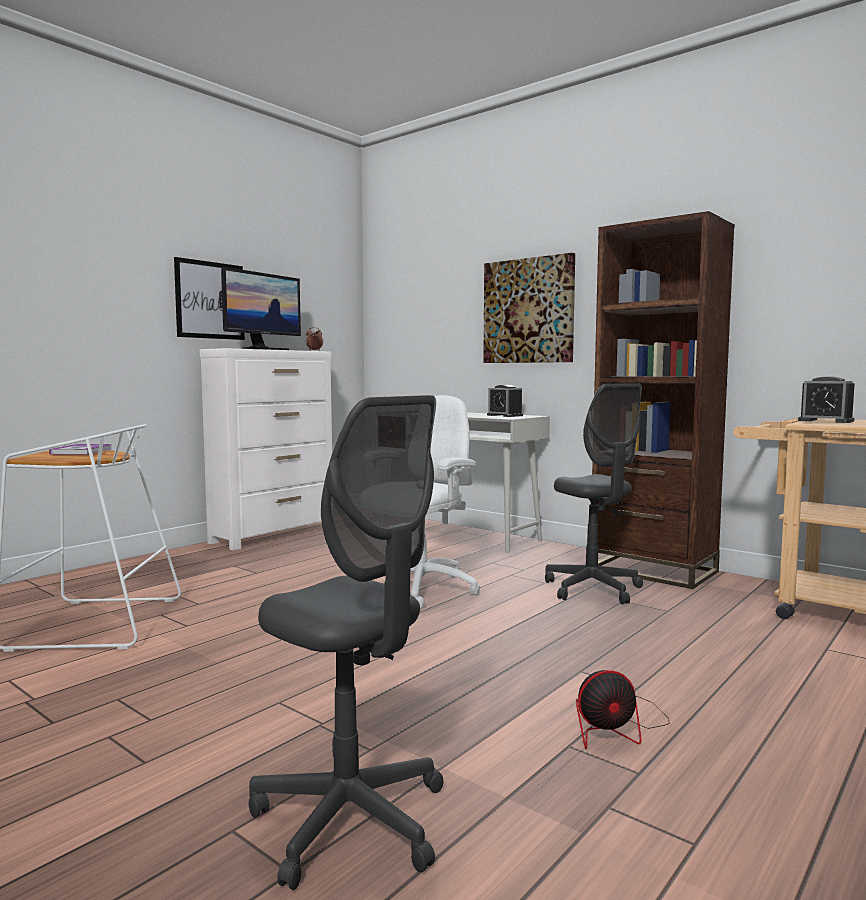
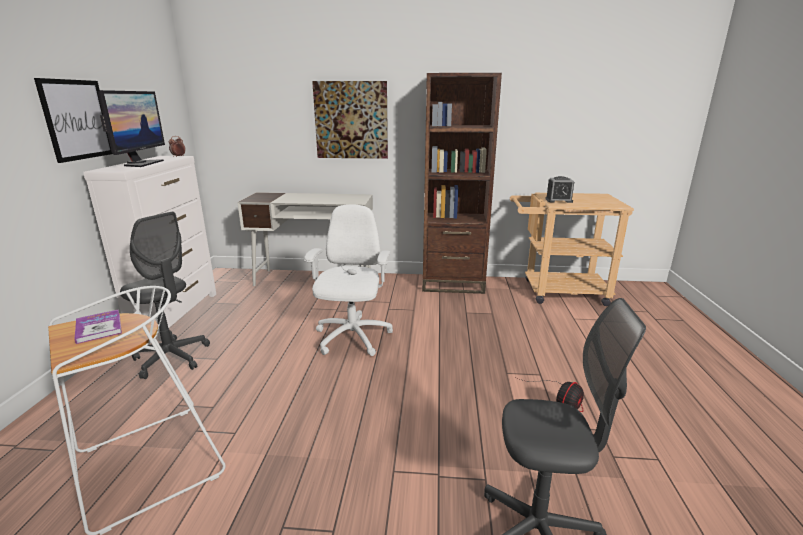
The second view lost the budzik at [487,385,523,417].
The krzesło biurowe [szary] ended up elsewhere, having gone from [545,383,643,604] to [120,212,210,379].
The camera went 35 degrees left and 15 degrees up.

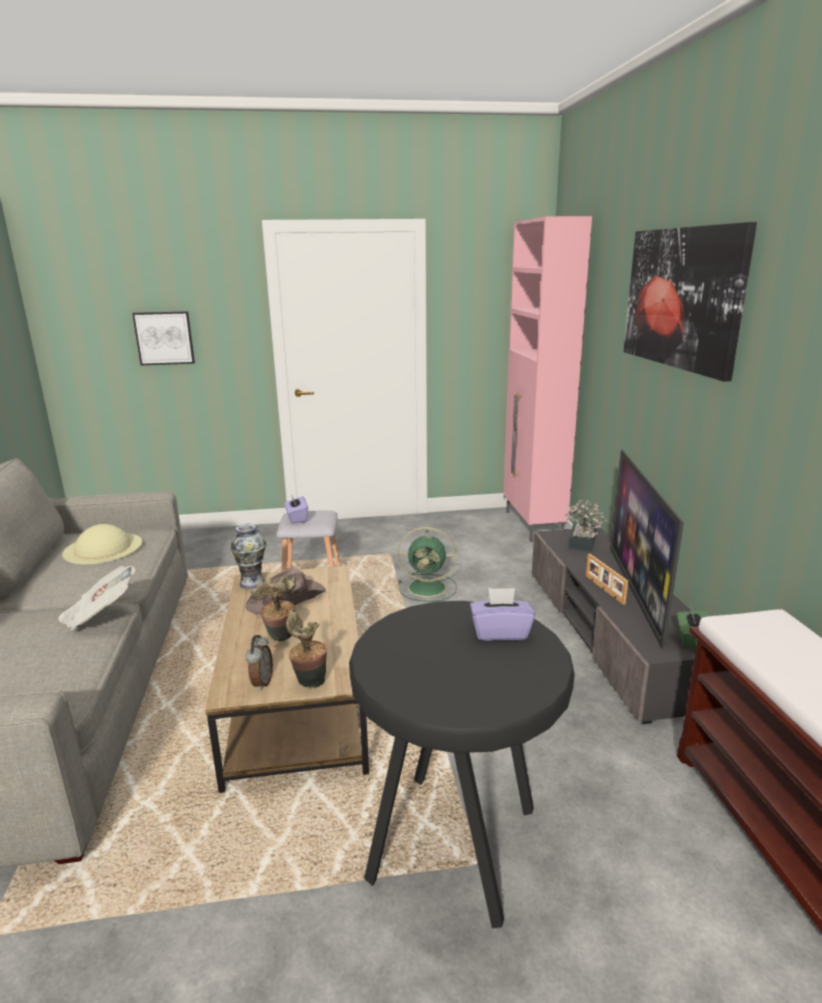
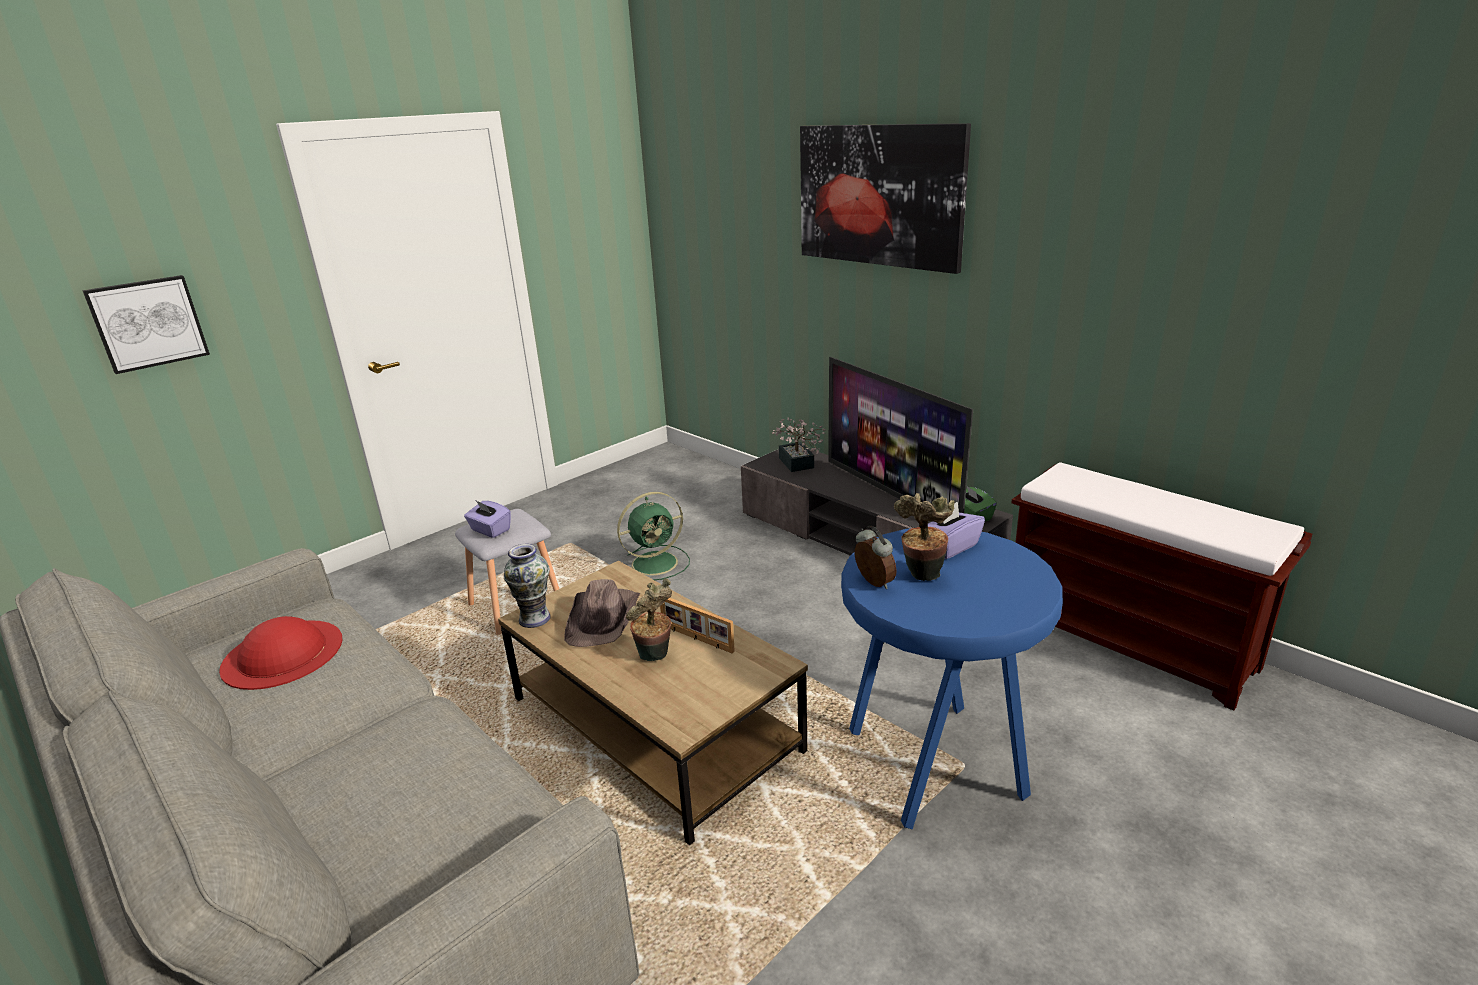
The second view lost the gazeta at [58,566,136,630].
The second view lost the szafka [różowy] at [503,216,592,542].
The budzik ended up elsewhere, having gone from [245,635,273,691] to [854,526,897,589].
The roślina doniczkowa ended up elsewhere, having gone from [286,610,327,688] to [894,493,955,581].
The ramka na zdjęcie ended up elsewhere, having gone from [586,554,628,605] to [660,598,735,653].
What was the kapelusz [beżowy] at [62,524,142,564] turned into the kapelusz [czerwony] at [219,616,342,690].
What was the stołek [czarny] at [349,601,575,928] turned into the stołek [niebieski] at [841,528,1063,829].
The camera went 35 degrees left and 5 degrees up.

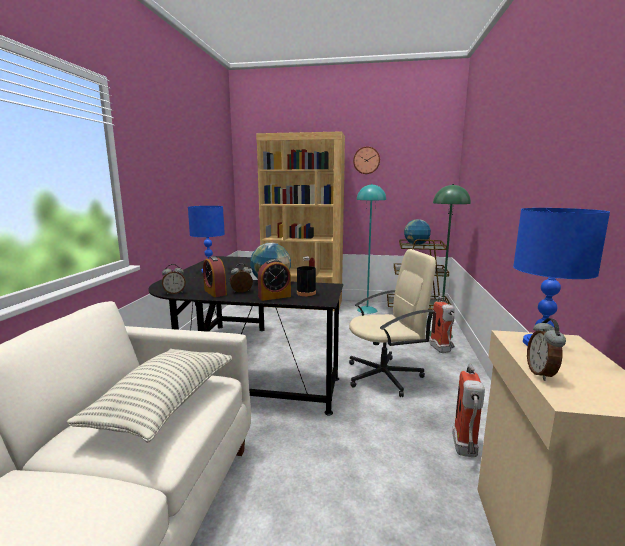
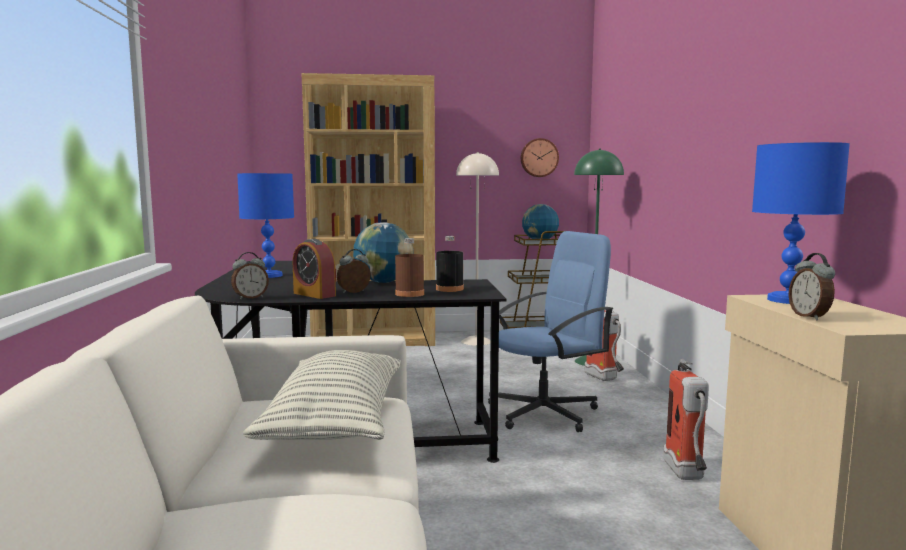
The zegar ścienny ended up elsewhere, having gone from [353,146,380,174] to [521,138,559,177].
Where the budzik stood at [258,259,291,301], the butelka [brązowy] came to stand at [395,238,424,297].
What was the krzesło biurowe [beżowy] at [349,249,436,397] turned into the krzesło biurowe [niebieski] at [488,231,614,432].
What was the lampa stojąca [turkusowy] at [357,184,386,314] turned into the lampa stojąca [beżowy] at [456,152,499,346].
The camera went 15 degrees left and 5 degrees down.

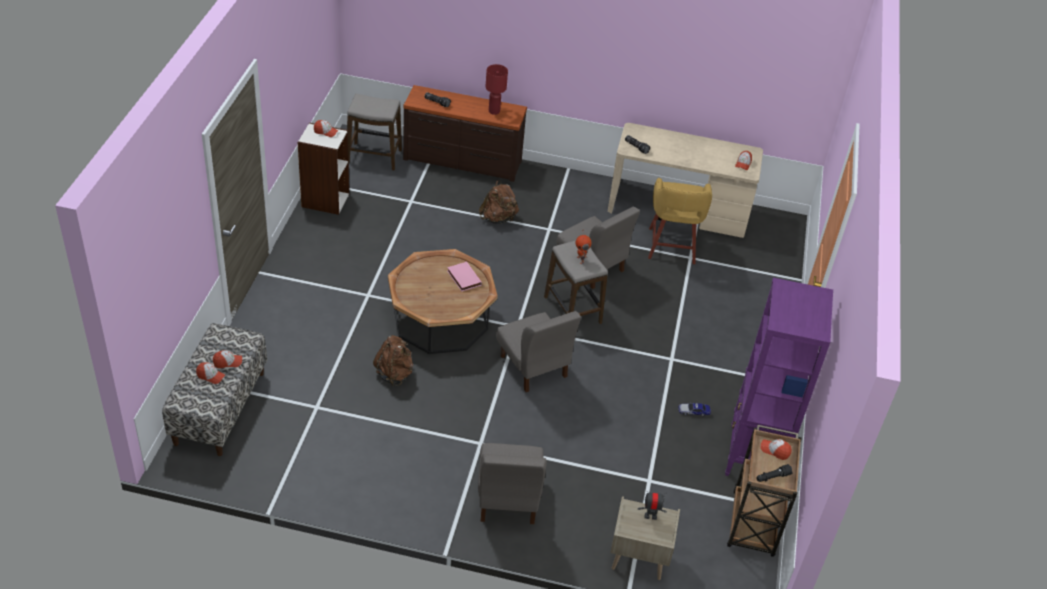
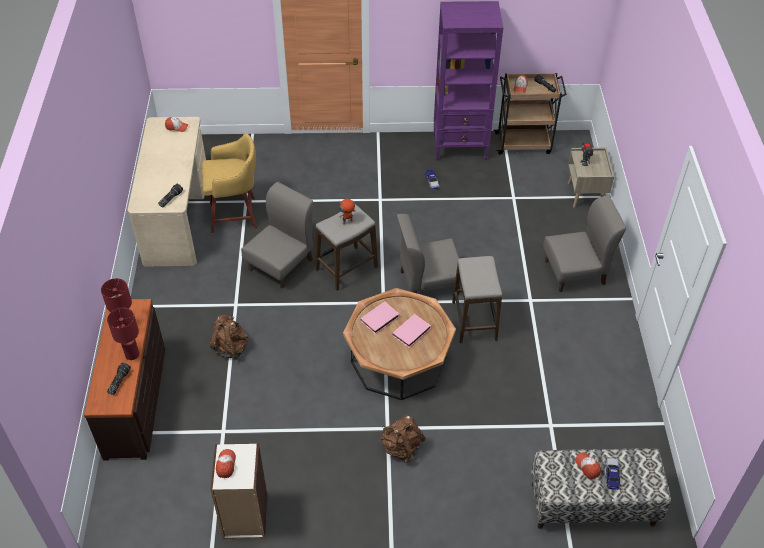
The second view gained the lampa stołowa [czerwony] at [107,308,139,360].
The second view gained the książka [różowy] at [392,314,431,348].
The stołek ended up elsewhere, having gone from [347,94,402,170] to [452,256,502,343].
The plecak [brązowy] ended up elsewhere, having gone from [373,335,413,386] to [379,415,426,463].
Where the czapka z daszkiem stood at [196,362,225,384], the samochodzik came to stand at [606,458,620,490].
The krzesło [szary] at [496,311,581,392] ended up facing another way, 150 degrees counterclockwise from before.
The camera went 100 degrees left and 5 degrees up.

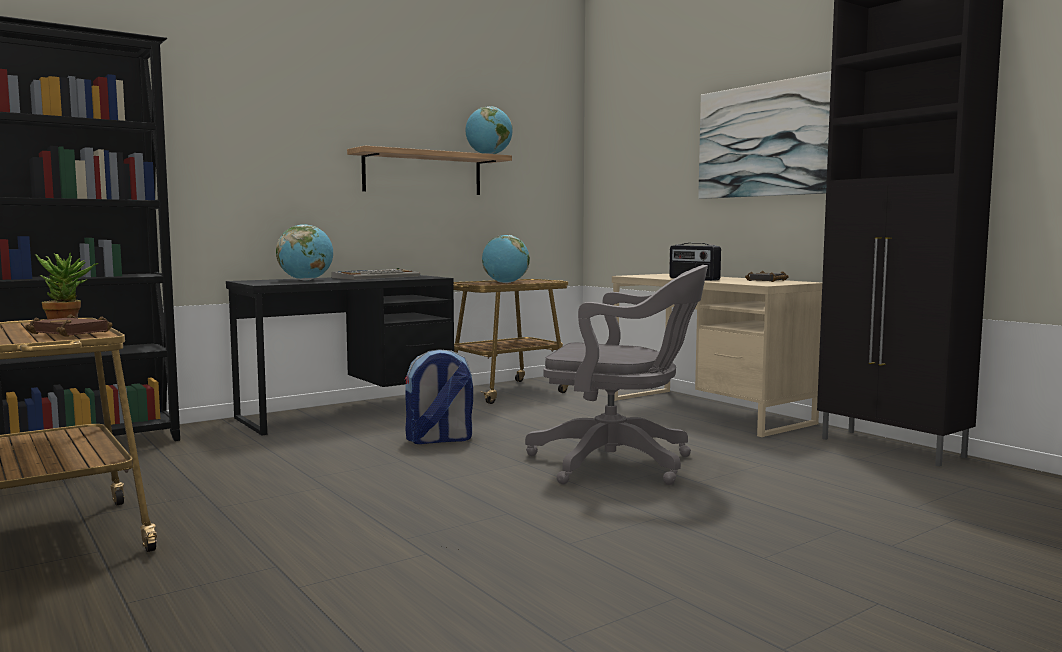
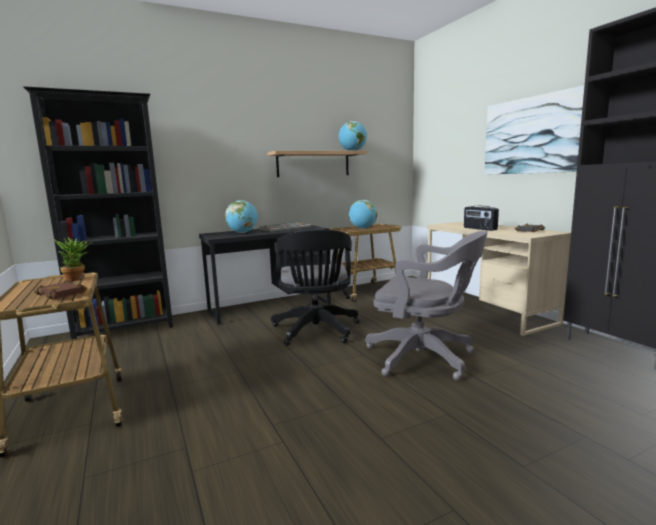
Where the plecak stood at [404,349,473,444], the krzesło biurowe [czarny] came to stand at [271,230,360,346].
The camera went 10 degrees right and 5 degrees up.

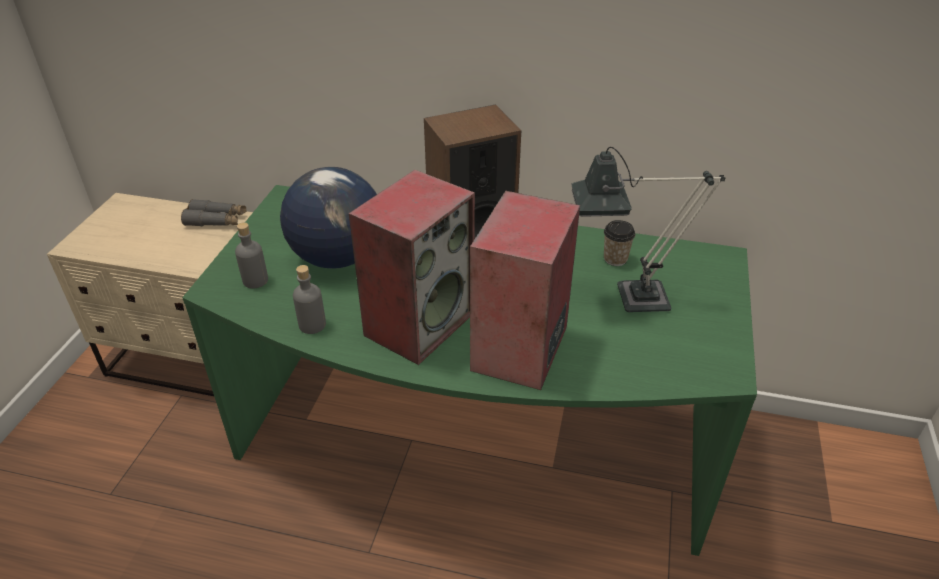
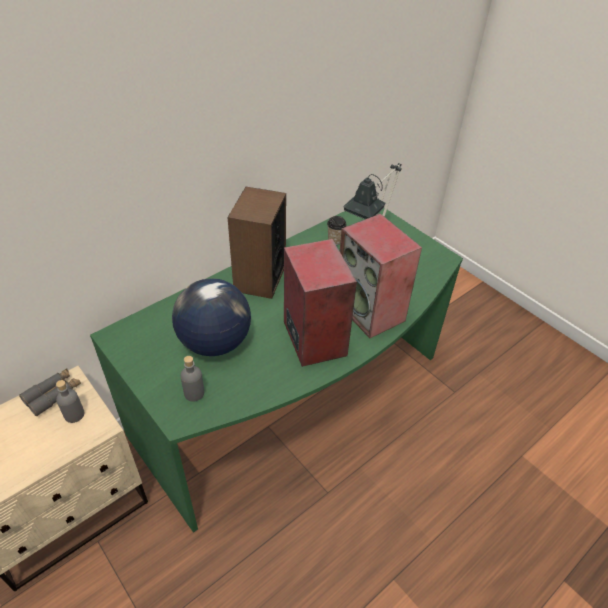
The butelka [szary] ended up elsewhere, having gone from [293,265,326,334] to [56,380,84,423].
The camera went 55 degrees left and 5 degrees up.

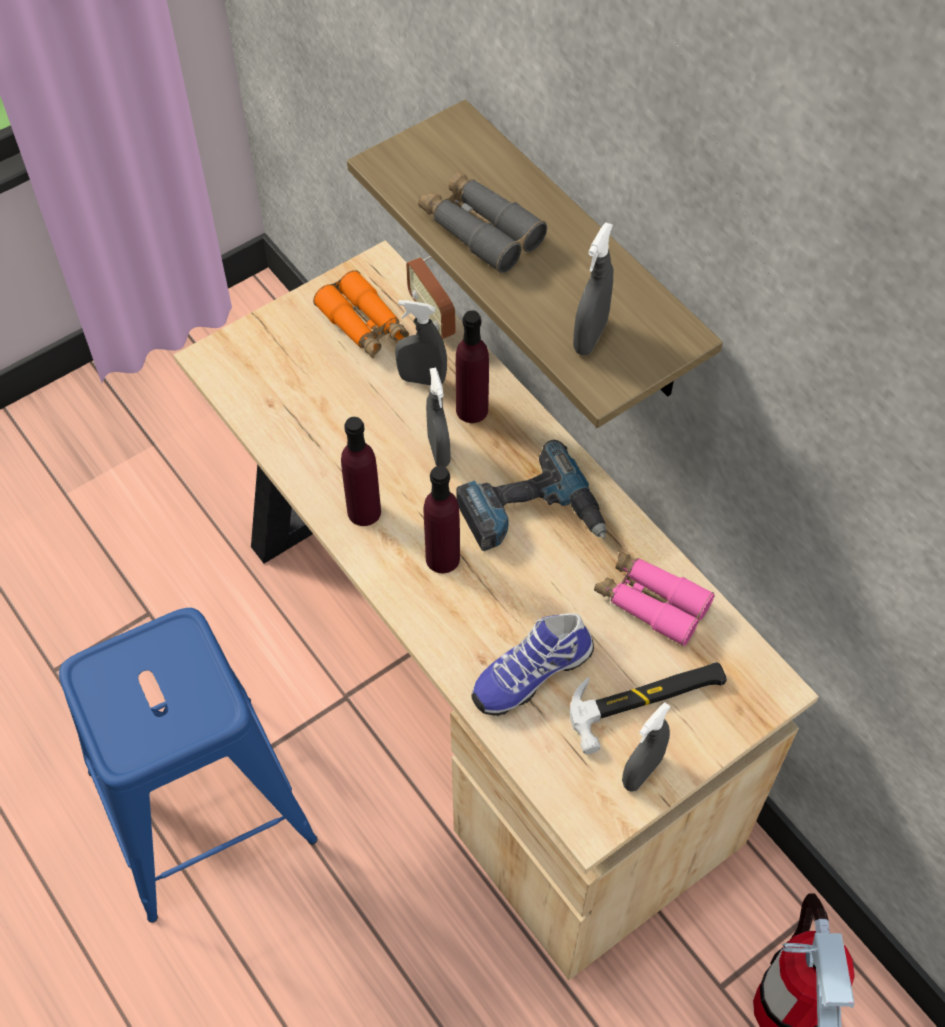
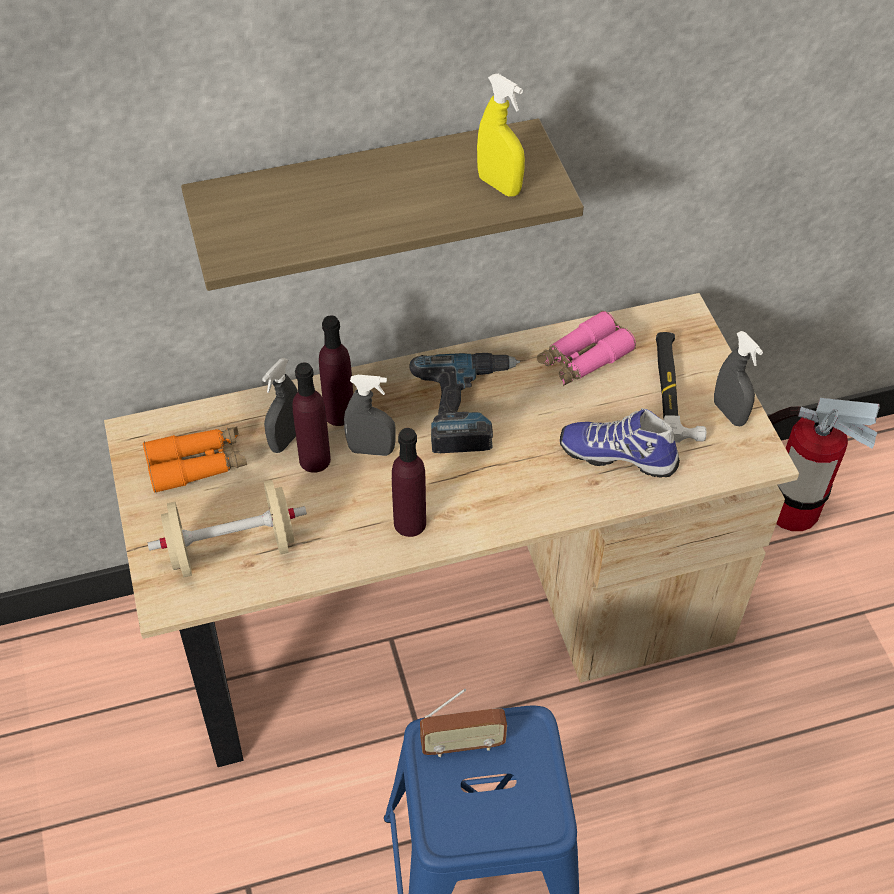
The second view lost the lornetka [szary] at [418,170,547,273].
The second view gained the hantel [beżowy] at [148,480,307,577].
The radio ended up elsewhere, having gone from [406,256,456,339] to [420,688,507,757].
The butelka [fioletowy] ended up elsewhere, having gone from [424,466,460,573] to [292,362,331,473].
What was the spryskiwacz [szary] at [573,222,613,355] turned into the spryskiwacz [żółty] at [477,74,525,196].
The but at [471,613,594,716] ended up facing another way, 120 degrees clockwise from before.
The camera went 70 degrees left and 5 degrees down.

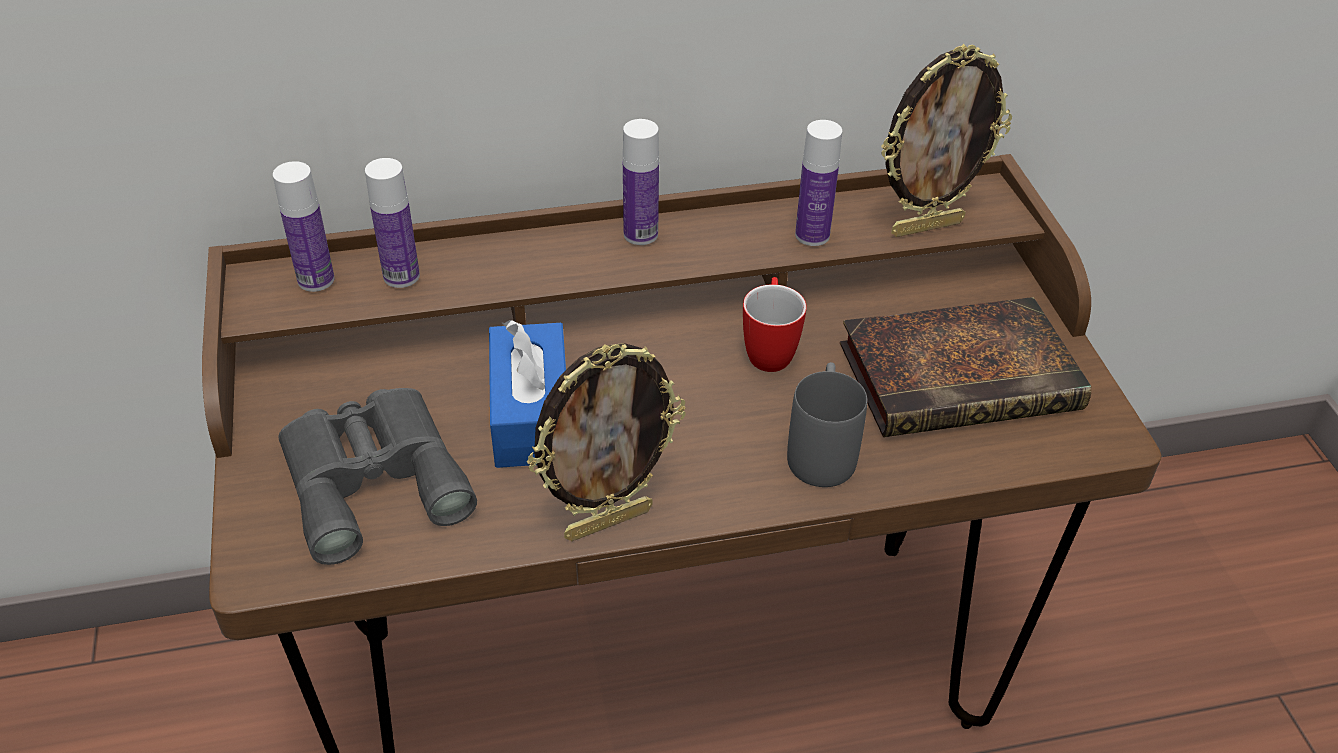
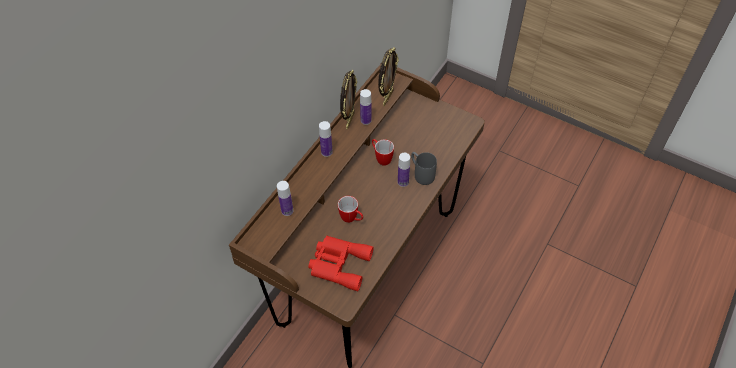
The second view lost the książka at [840,297,1092,437].
The butelka ended up elsewhere, having gone from [273,161,335,292] to [398,153,410,187].
The ramka na zdjęcie ended up elsewhere, having gone from [527,343,686,541] to [340,70,357,130].
Where the pudełko chusteczek [niebieski] stood at [489,320,566,468], the kubek came to stand at [338,196,363,223].
What was the lornetka [szary] at [278,388,477,565] turned into the lornetka [czerwony] at [308,236,374,291].
The camera went 45 degrees left and 10 degrees up.

